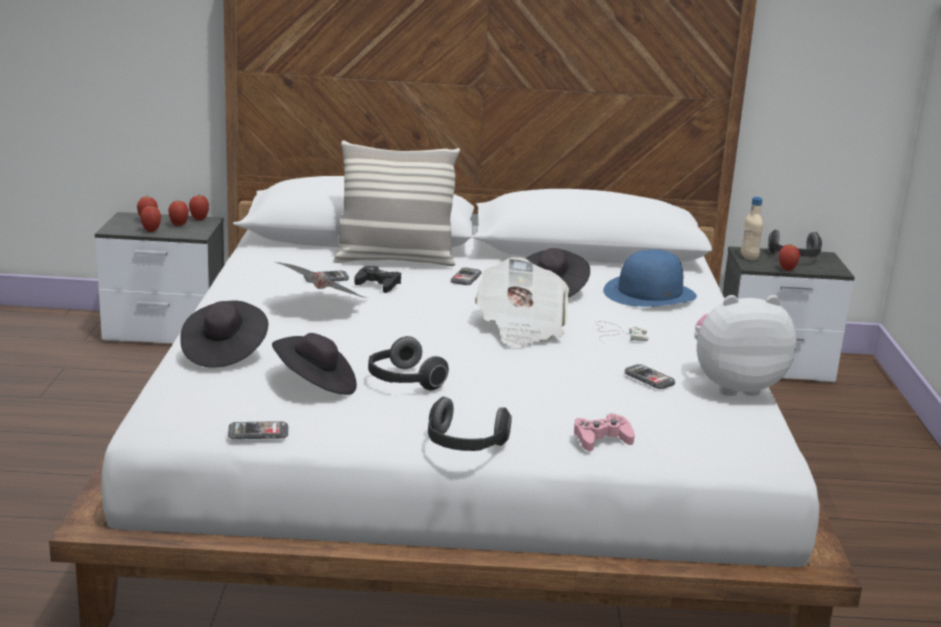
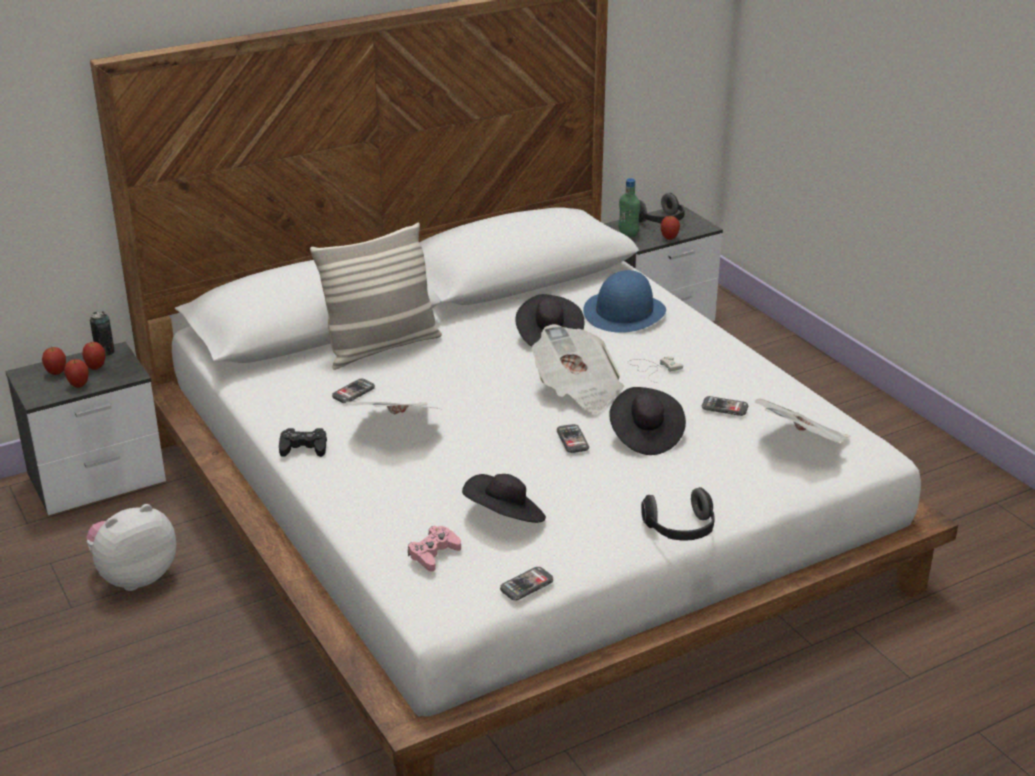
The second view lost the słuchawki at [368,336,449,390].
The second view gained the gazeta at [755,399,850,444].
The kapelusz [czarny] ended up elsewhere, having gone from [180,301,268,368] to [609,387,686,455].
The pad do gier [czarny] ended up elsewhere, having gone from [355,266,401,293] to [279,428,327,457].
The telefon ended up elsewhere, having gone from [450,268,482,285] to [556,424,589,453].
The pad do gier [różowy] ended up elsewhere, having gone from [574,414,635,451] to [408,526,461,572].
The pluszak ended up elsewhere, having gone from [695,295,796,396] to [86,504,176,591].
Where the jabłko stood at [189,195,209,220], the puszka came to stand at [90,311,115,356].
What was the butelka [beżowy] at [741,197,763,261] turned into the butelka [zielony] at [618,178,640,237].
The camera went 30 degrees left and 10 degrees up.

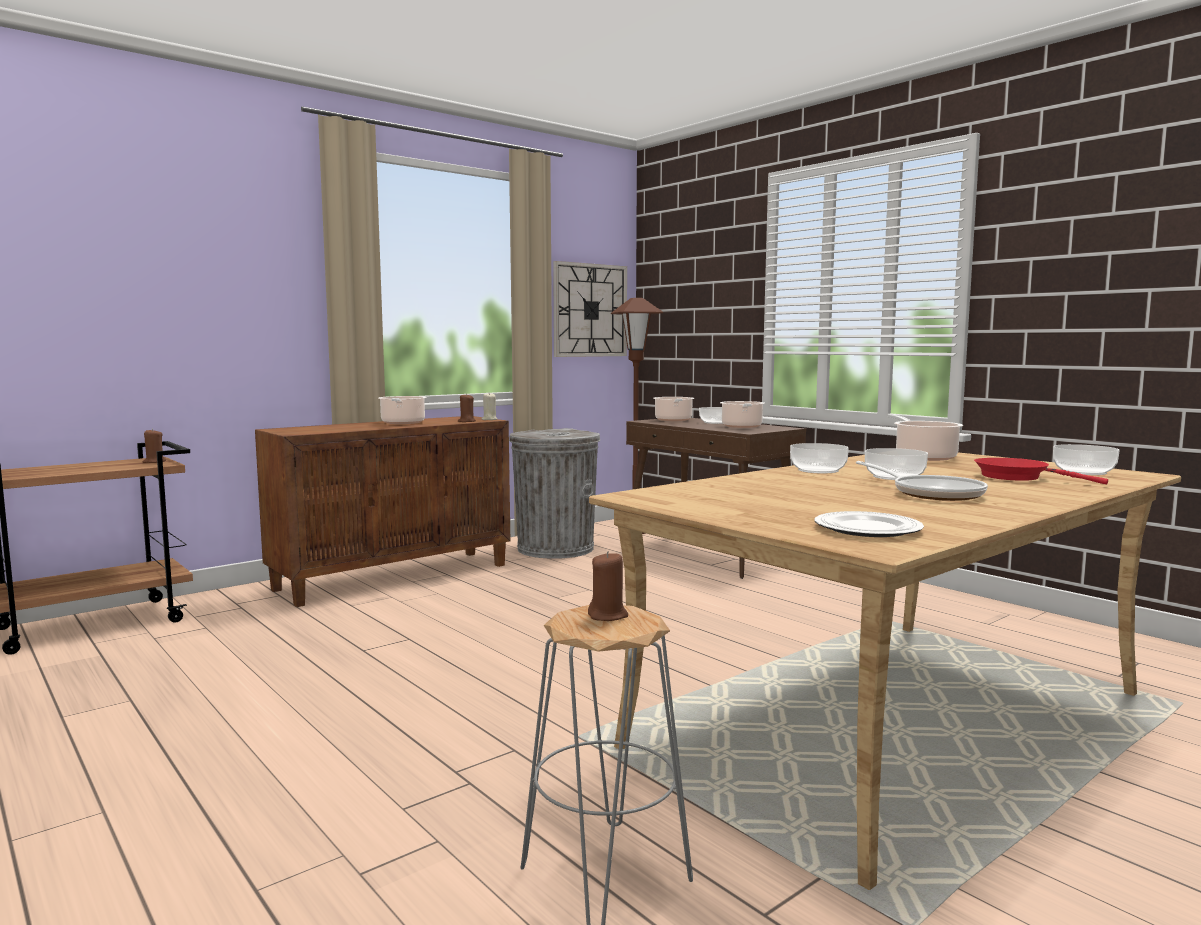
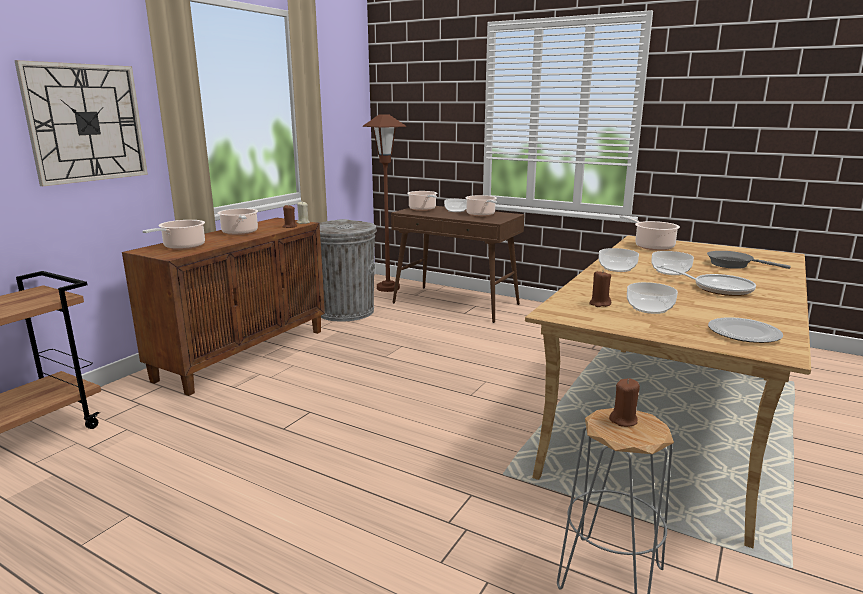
The second view gained the garnek at [143,220,205,250].
The świeca [brązowy] ended up elsewhere, having gone from [143,429,166,463] to [589,271,611,307].
The zegar ścienny ended up elsewhere, having gone from [553,261,627,357] to [14,60,148,186].
The miska ended up elsewhere, having gone from [1053,444,1119,475] to [627,282,678,314].
What was the patelnia [czerwony] at [974,458,1108,484] turned into the patelnia [szary] at [707,251,791,269].
The camera went 20 degrees left and 10 degrees up.

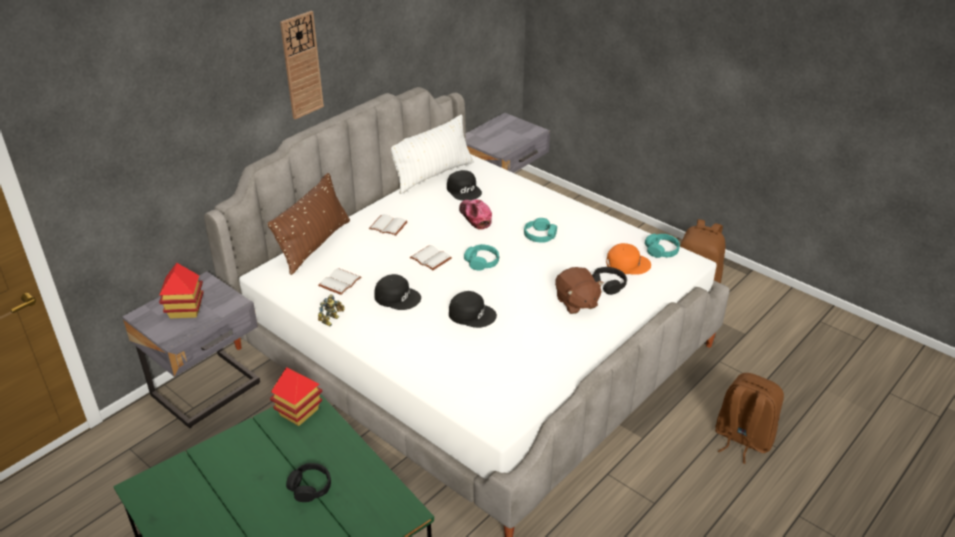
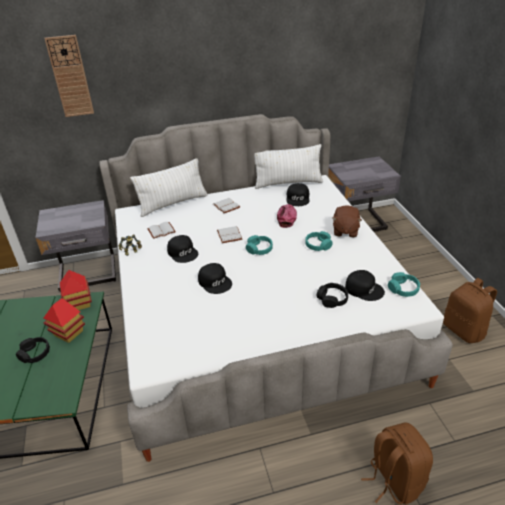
The domek ended up elsewhere, having gone from [159,263,204,319] to [44,298,85,343].
The zegar ścienny ended up elsewhere, having gone from [280,11,324,119] to [44,35,94,117].
The pluszak [brązowy] ended up elsewhere, having gone from [555,267,604,314] to [332,205,362,237].
What was the poduszka [brązowy] at [267,173,350,275] turned into the poduszka [biały] at [130,158,208,217].
What was the czapka z daszkiem [pomarańczowy] at [606,243,651,274] turned into the czapka z daszkiem [czarny] at [345,270,385,301].
The camera went 35 degrees right and 0 degrees up.

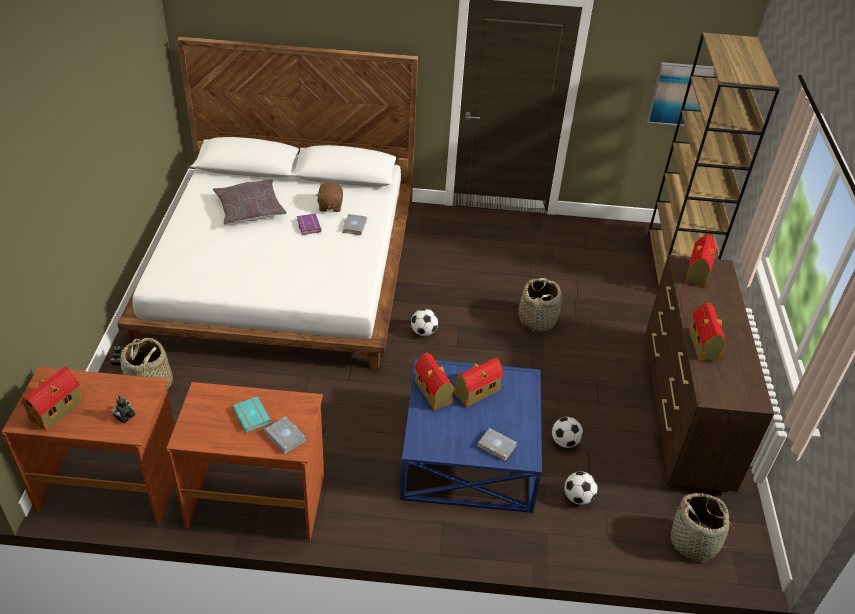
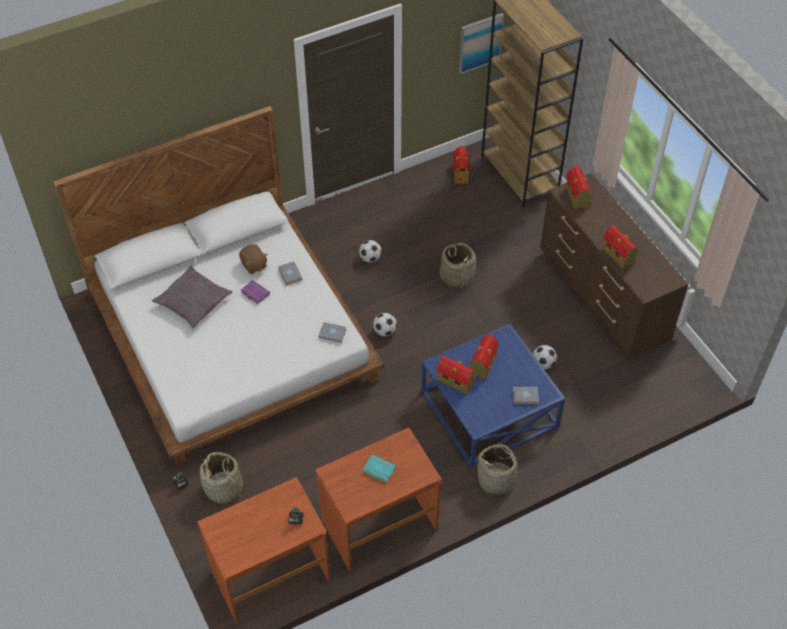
The domek ended up elsewhere, having gone from [21,366,83,430] to [453,146,470,184].
The książka [szary] ended up elsewhere, having gone from [264,416,307,454] to [318,322,347,343].
The piłka futbolowa ended up elsewhere, having gone from [564,471,597,505] to [359,240,382,263].
The koszyk ended up elsewhere, having gone from [665,493,738,562] to [473,444,524,495].
The camera went 30 degrees left and 10 degrees up.

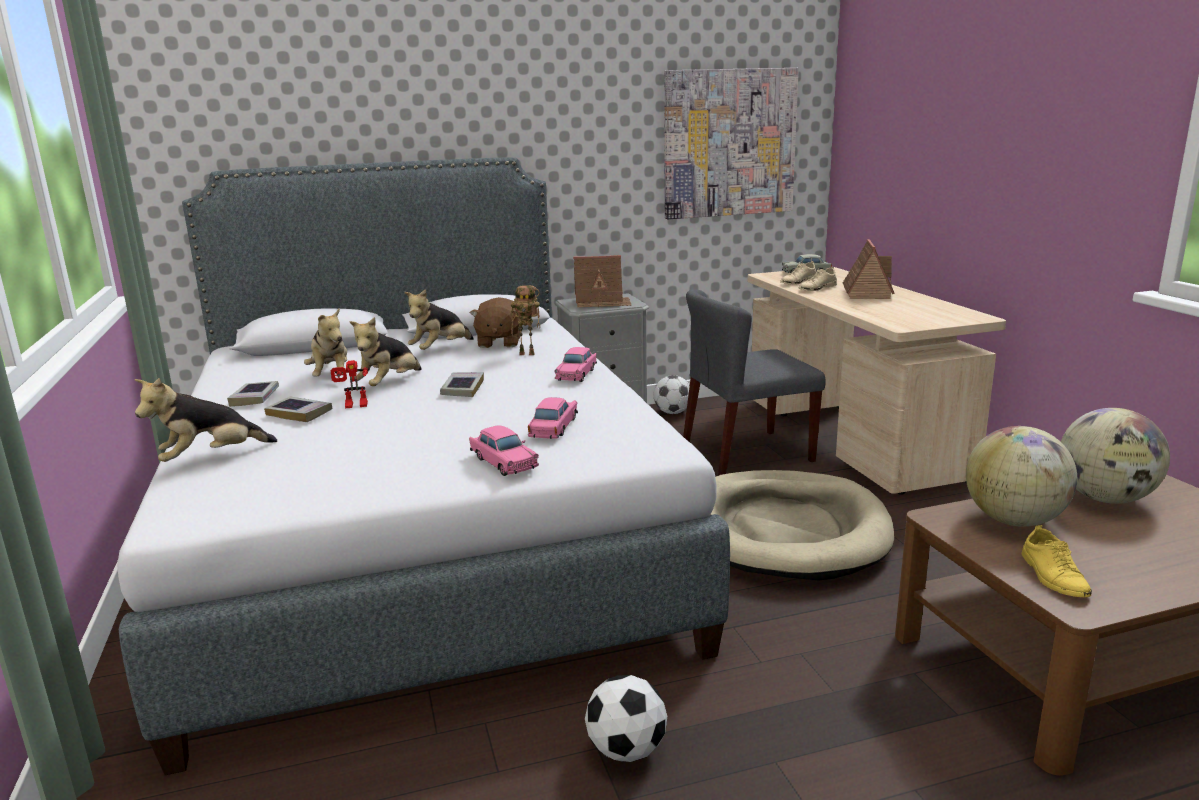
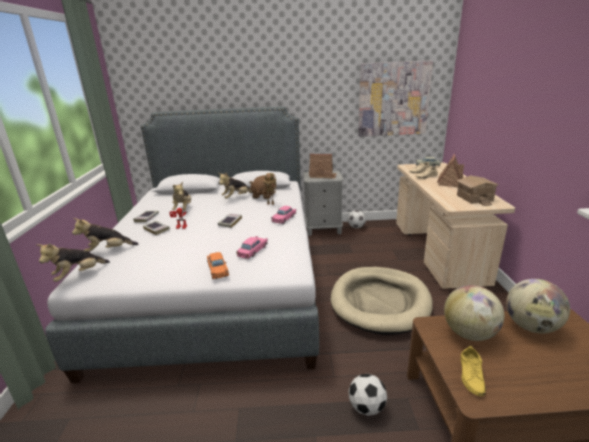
The second view lost the krzesło [szary] at [683,289,826,476].
The second view gained the domek at [456,176,499,206].
The pluszak ended up elsewhere, having gone from [350,317,421,386] to [37,243,110,282].
The piłka futbolowa ended up elsewhere, having gone from [585,675,667,762] to [348,374,387,416].
What was the samochodzik [różowy] at [469,425,539,476] turned into the samochodzik [pomarańczowy] at [207,252,229,279].
The camera went 15 degrees right and 5 degrees up.

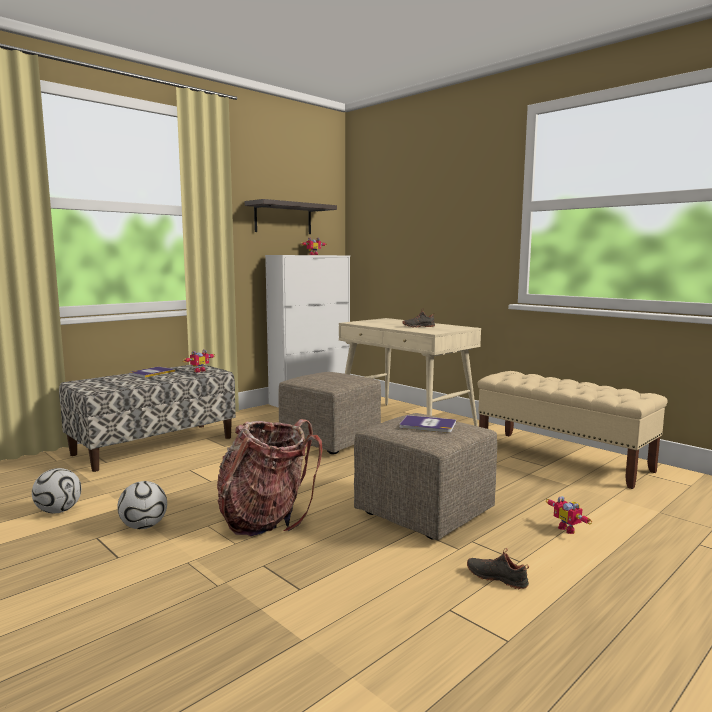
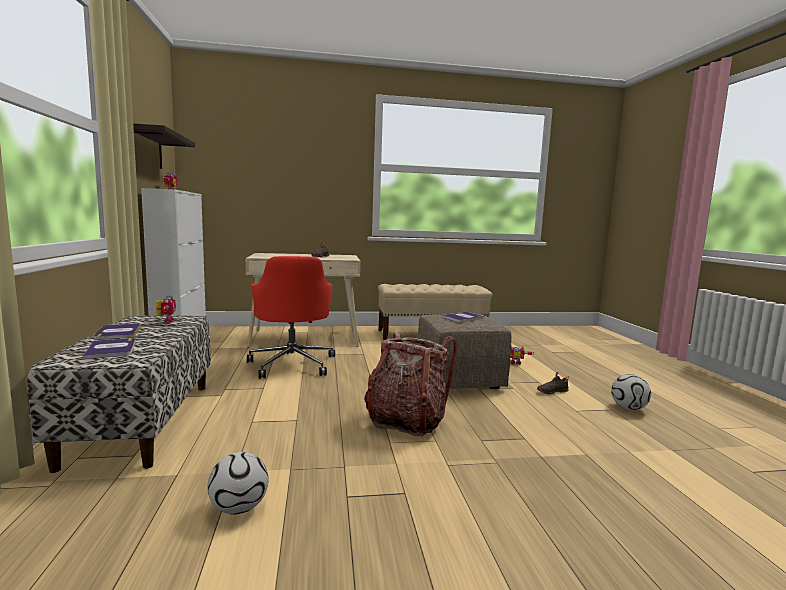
The second view gained the książka at [83,338,135,359].
The piłka futbolowa ended up elsewhere, having gone from [117,481,167,529] to [611,374,651,410].
Where the pufa [beżowy] stood at [278,372,381,454], the krzesło biurowe [czerwony] came to stand at [247,256,335,379].
The camera went 55 degrees left and 0 degrees up.

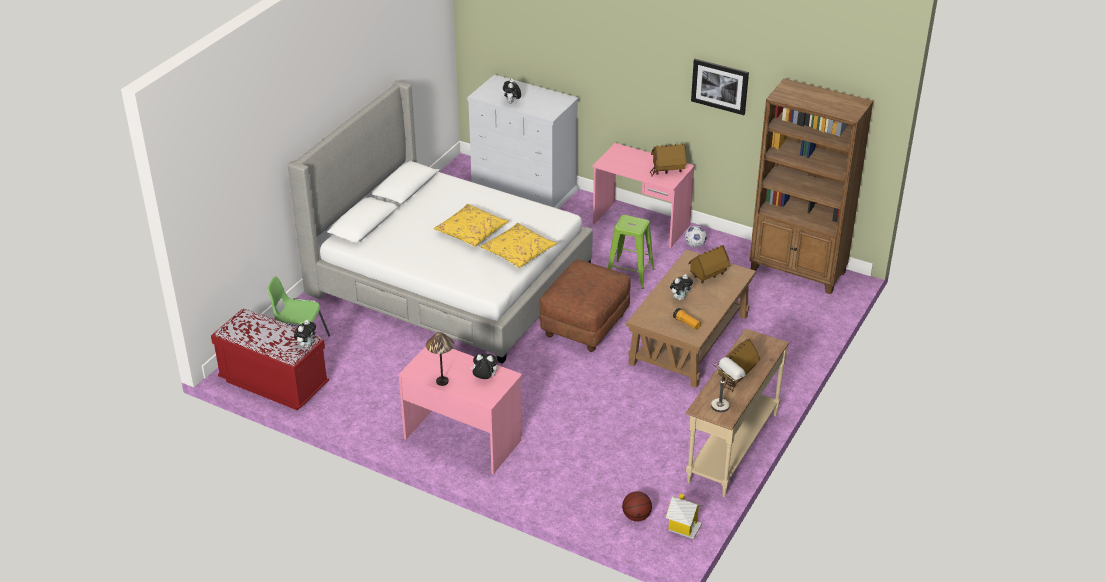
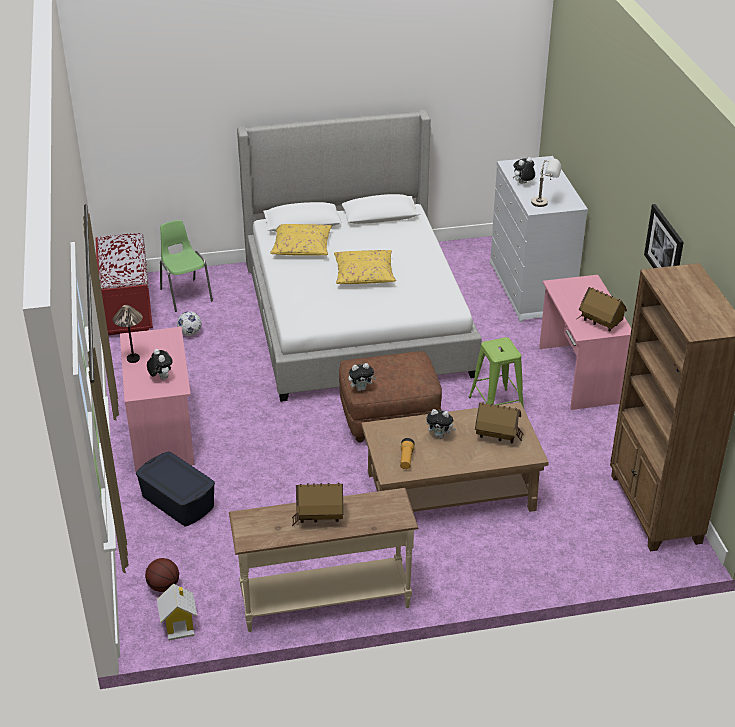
The second view gained the pojemnik do przechowywania [niebieski] at [136,452,215,527].
The pluszak ended up elsewhere, having gone from [294,320,316,348] to [348,363,377,391].
The poduszka [żółty] ended up elsewhere, having gone from [480,223,557,268] to [270,224,332,256].
The piłka futbolowa ended up elsewhere, having gone from [685,226,707,248] to [177,311,202,336].
The lampa stołowa [szary] ended up elsewhere, having gone from [711,357,746,412] to [531,158,562,207].
The camera went 50 degrees right and 0 degrees up.

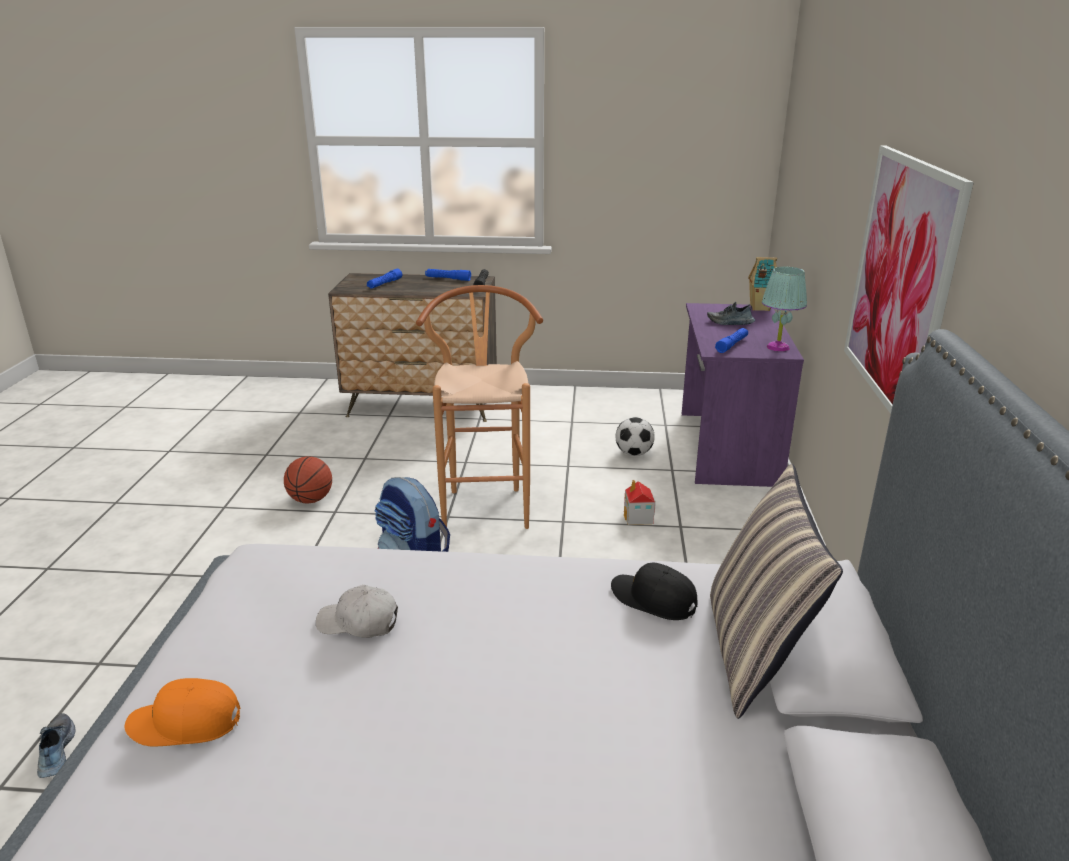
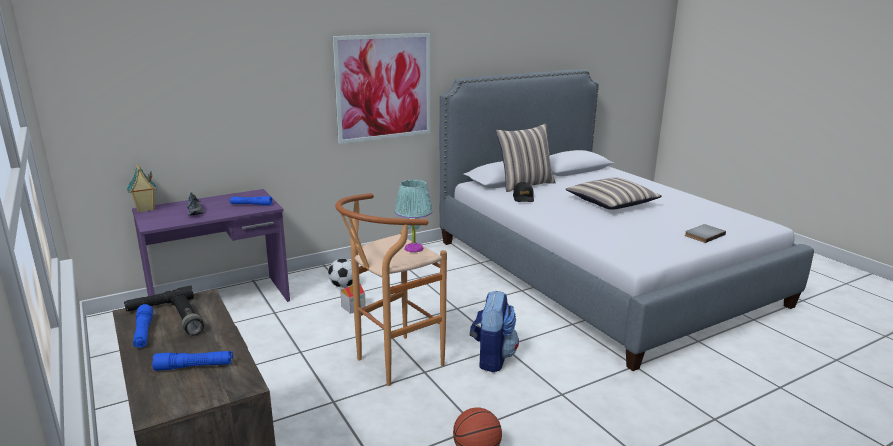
The second view lost the but at [37,713,75,778].
The second view lost the czapka z daszkiem [biały] at [316,585,398,638].
The second view gained the latarka [czarny] at [171,293,204,335].
The second view gained the poduszka at [566,177,662,210].
The piłka futbolowa ended up elsewhere, having gone from [615,417,655,456] to [328,259,353,288].
The lampa stołowa [turkusowy] ended up elsewhere, having gone from [762,267,807,352] to [395,180,432,252].
Where the czapka z daszkiem [pomarańczowy] stood at [125,678,241,747], the książka [szary] came to stand at [685,224,726,243].
The camera went 125 degrees left and 5 degrees down.

